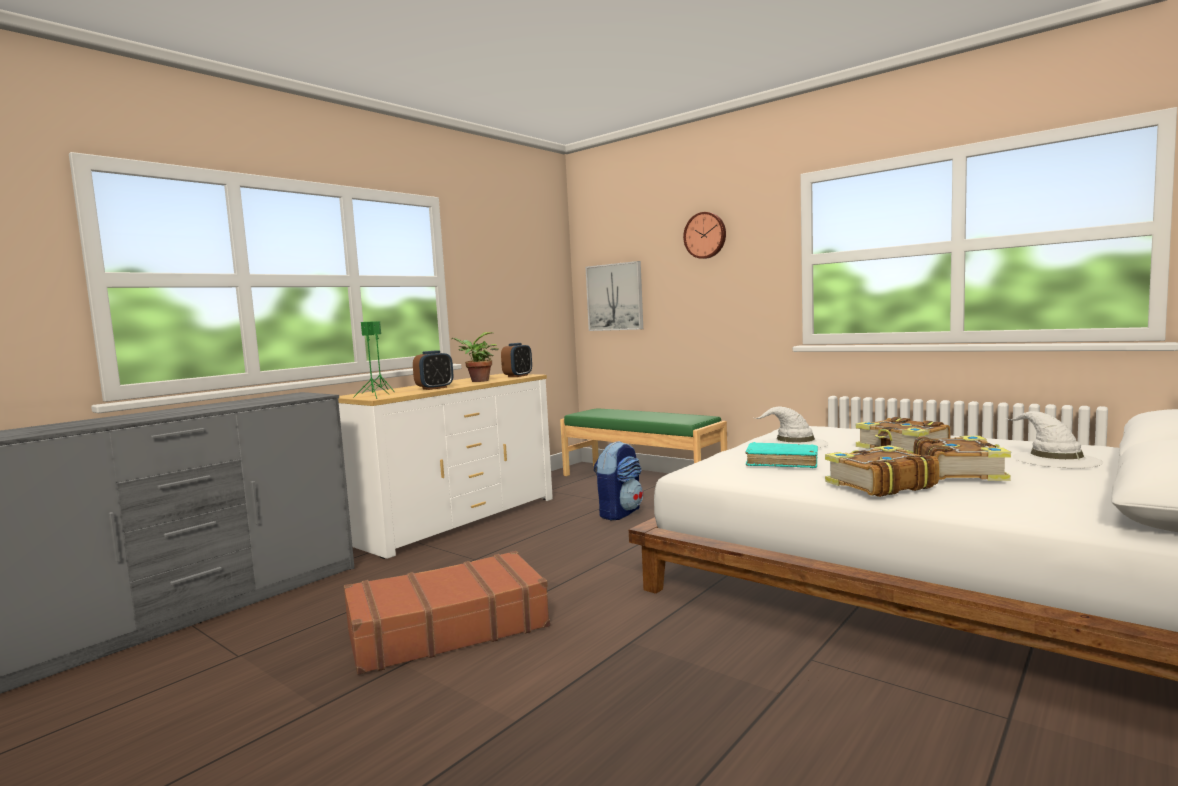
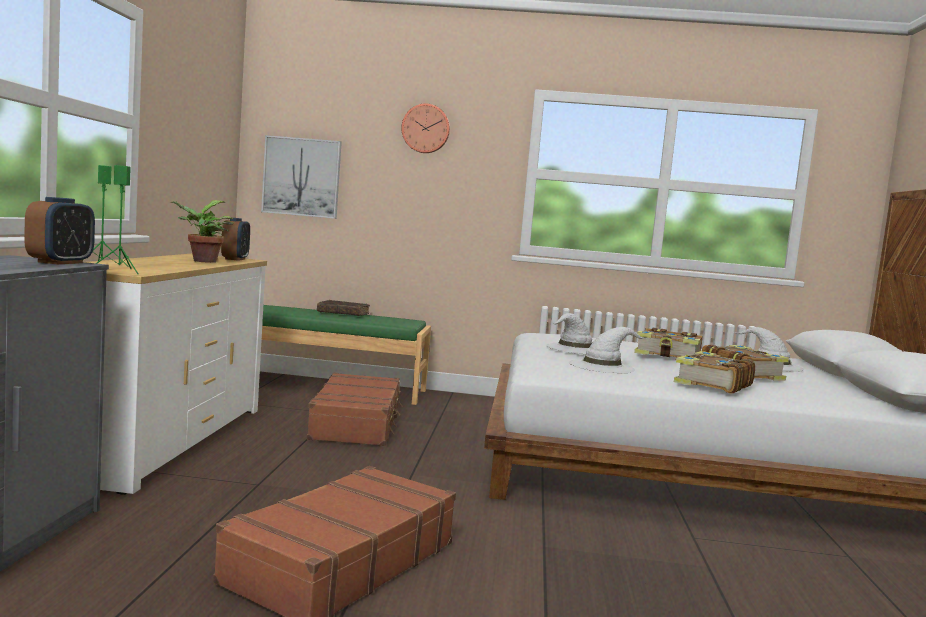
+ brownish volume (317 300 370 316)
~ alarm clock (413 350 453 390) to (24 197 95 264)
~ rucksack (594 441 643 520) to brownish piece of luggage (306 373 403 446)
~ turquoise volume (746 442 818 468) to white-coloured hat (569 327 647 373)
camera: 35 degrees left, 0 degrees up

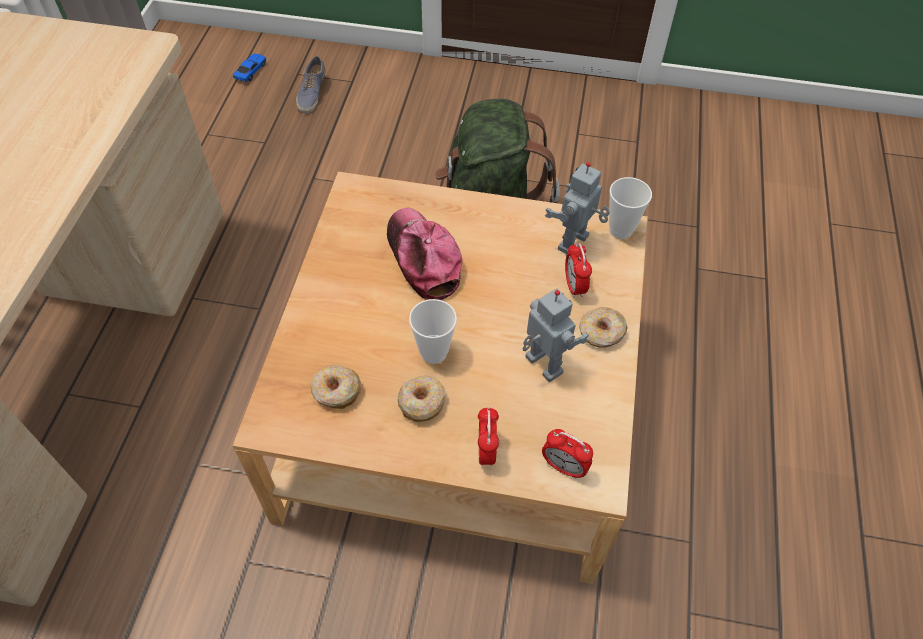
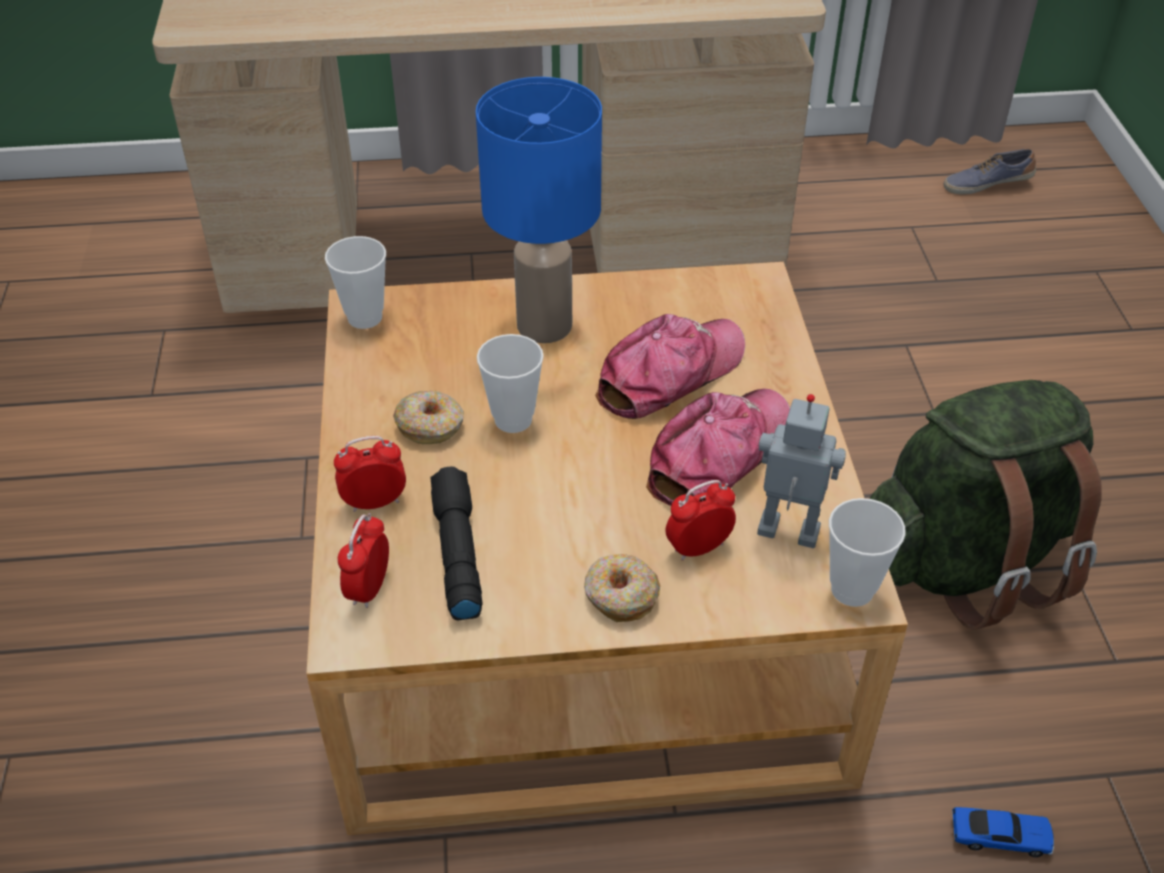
- ring doughnut (311 364 361 409)
- robot figure (523 288 589 382)
+ small cup (325 236 386 329)
+ blackish torch (431 467 482 620)
+ blue-coloured lamp for a table (476 77 602 343)
+ baseball cap (646 389 790 506)
~ model car (233 54 267 82) to (952 807 1054 857)
~ shoe (296 55 326 113) to (944 148 1036 194)
camera: 75 degrees right, 10 degrees down

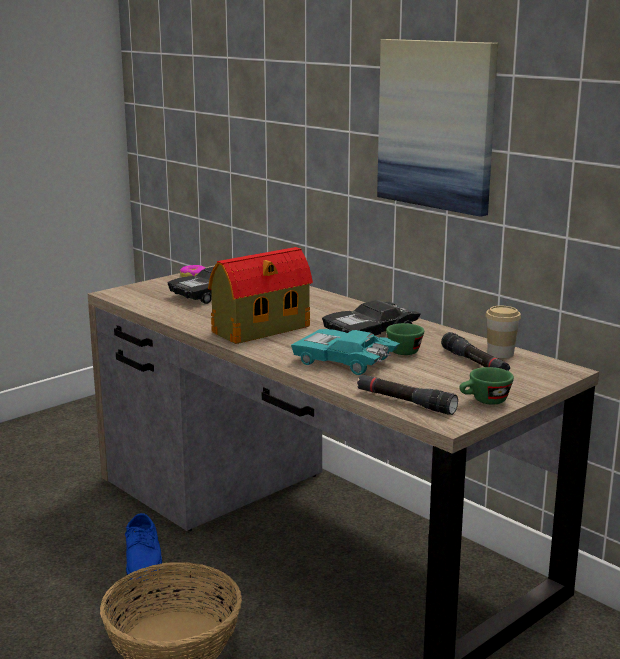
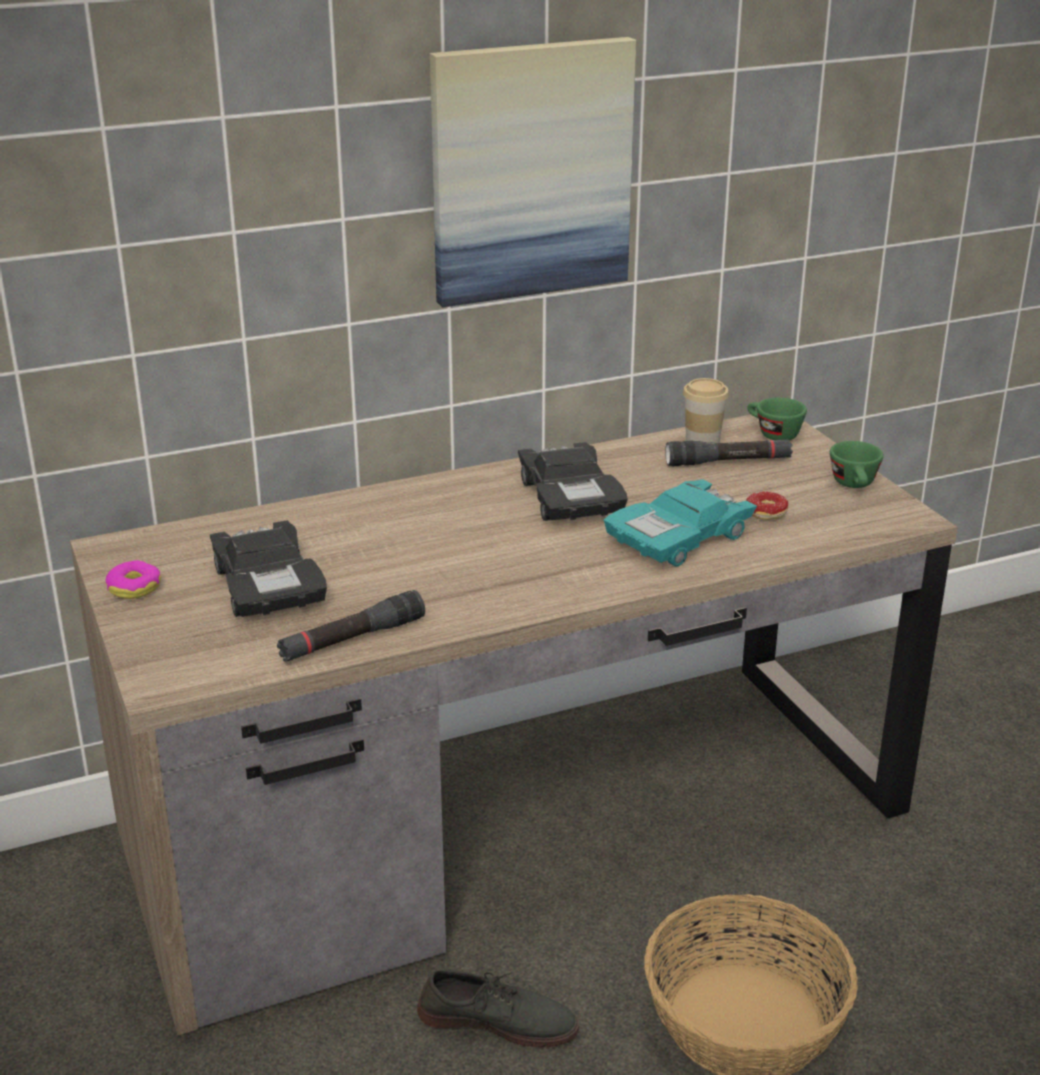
- model house (208 247 313 344)
+ ring doughnut (746 491 788 520)
~ blackish torch (357 375 458 415) to (277 590 425 662)
~ greenish small cup (386 323 424 355) to (747 398 807 440)
~ blue-coloured shoe (125 513 162 582) to grey shoe (417 970 579 1047)
camera: 70 degrees left, 10 degrees up

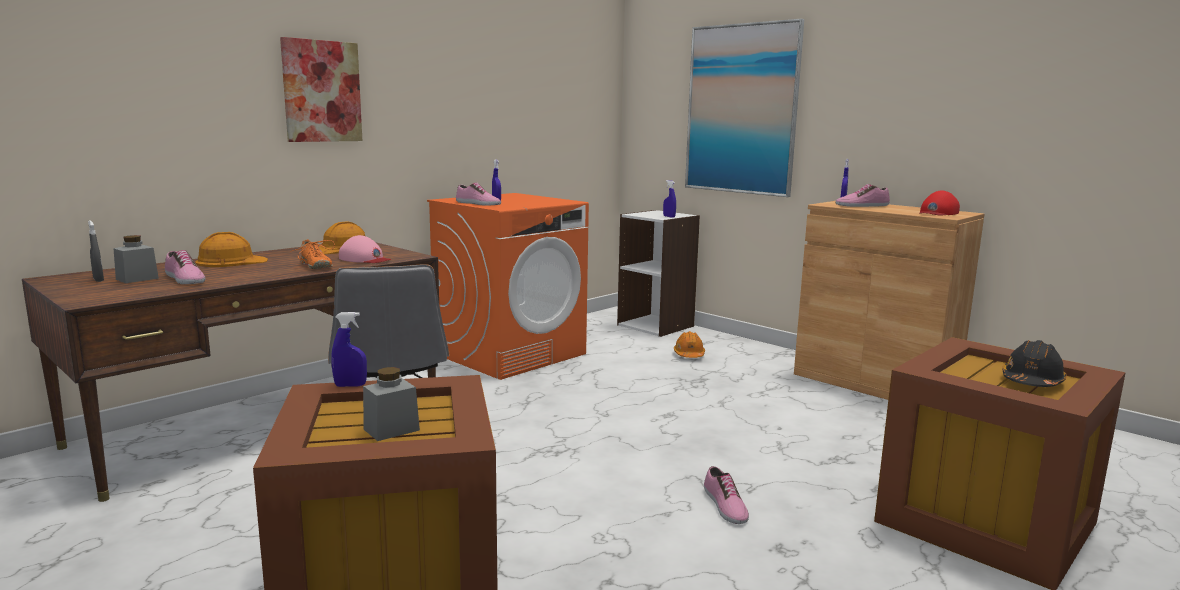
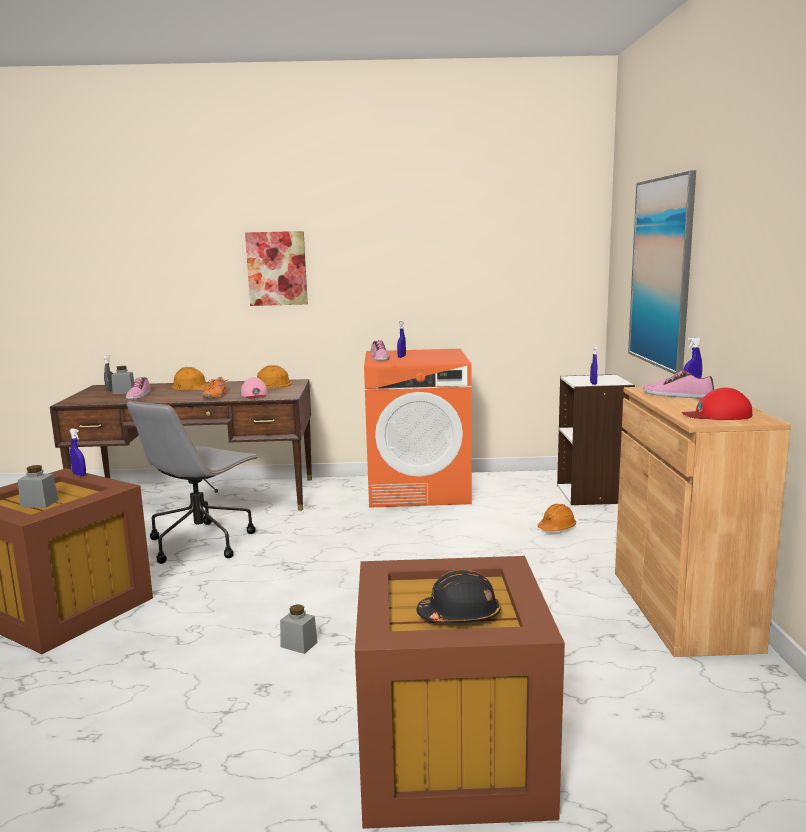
~ shoe (704 466 749 524) to grey jar (280 605 318 654)
camera: 45 degrees right, 0 degrees up

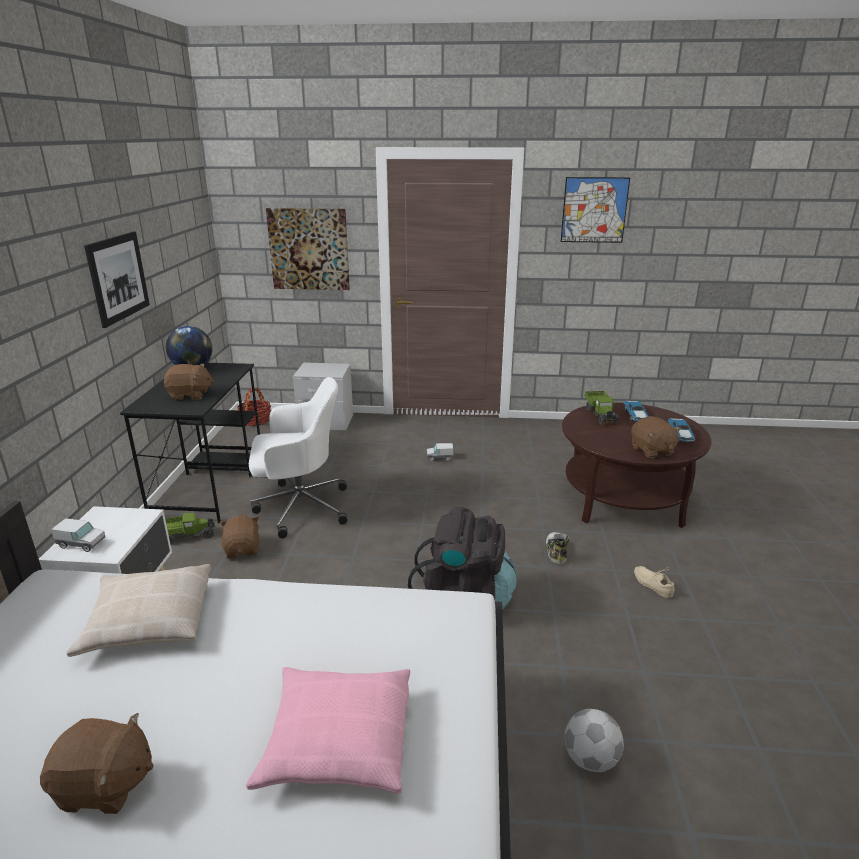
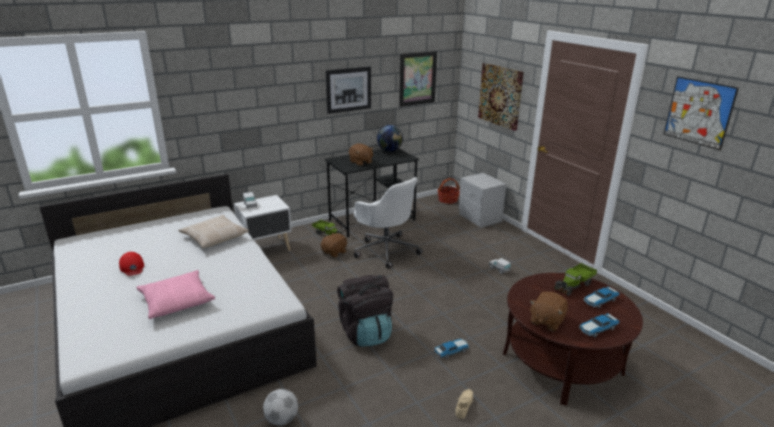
+ picture (399 51 437 107)
~ brownish soft toy (40 713 153 814) to red-coloured baseball cap (119 252 144 276)
~ shoe (546 532 569 564) to model car (433 339 469 359)
camera: 55 degrees right, 0 degrees up

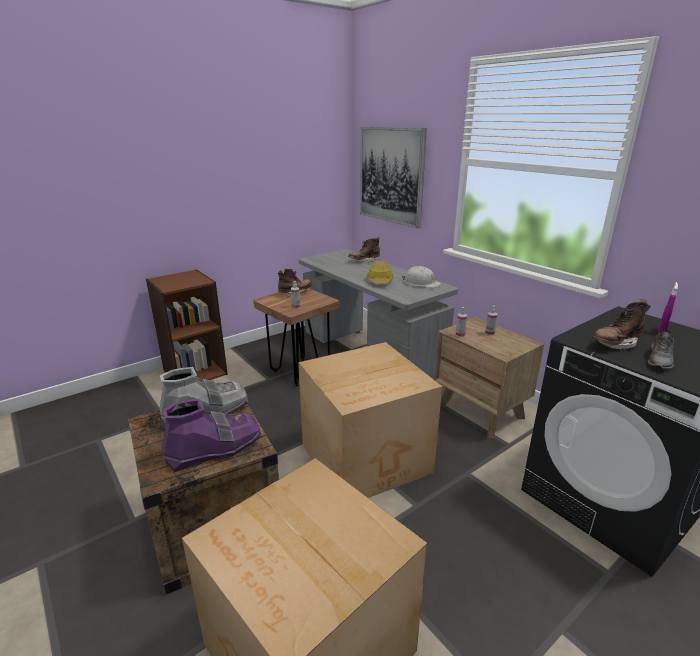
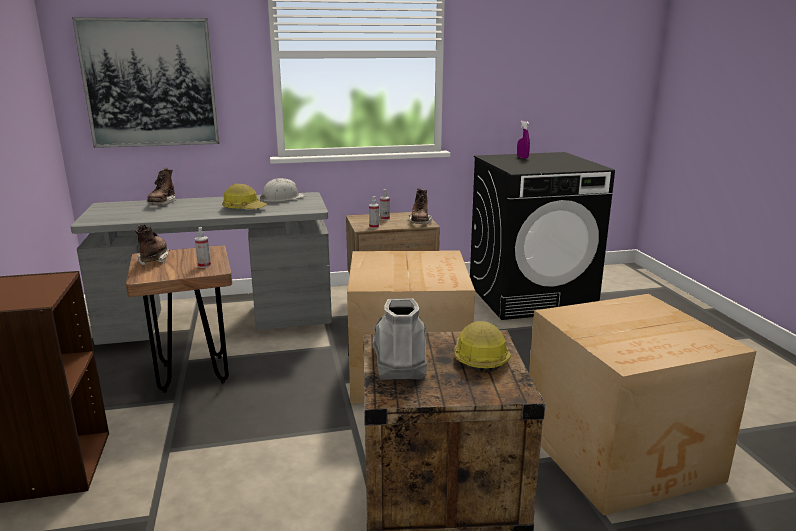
- grey shoe (647 329 674 370)
~ brownish tall boot (592 299 651 349) to (409 188 432 224)
~ purplish tall boot (162 399 262 472) to work helmet (454 321 511 373)
camera: 65 degrees left, 5 degrees down

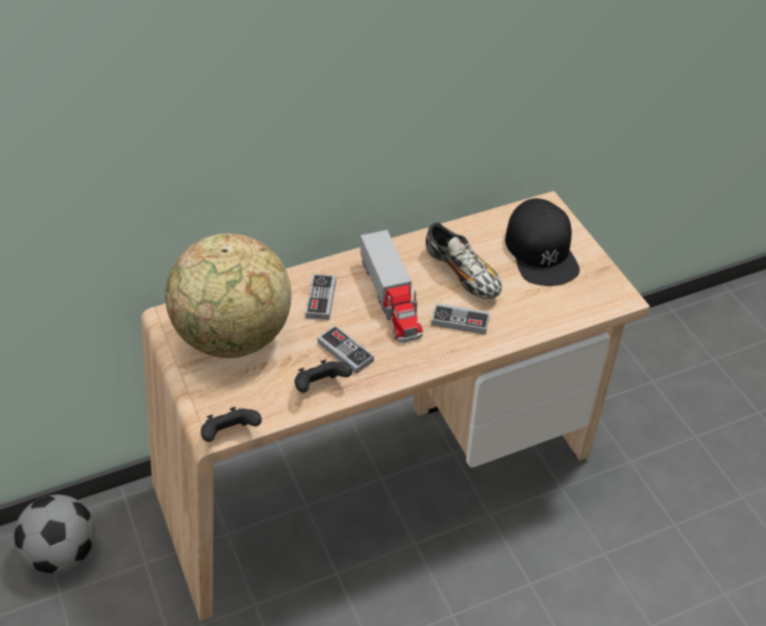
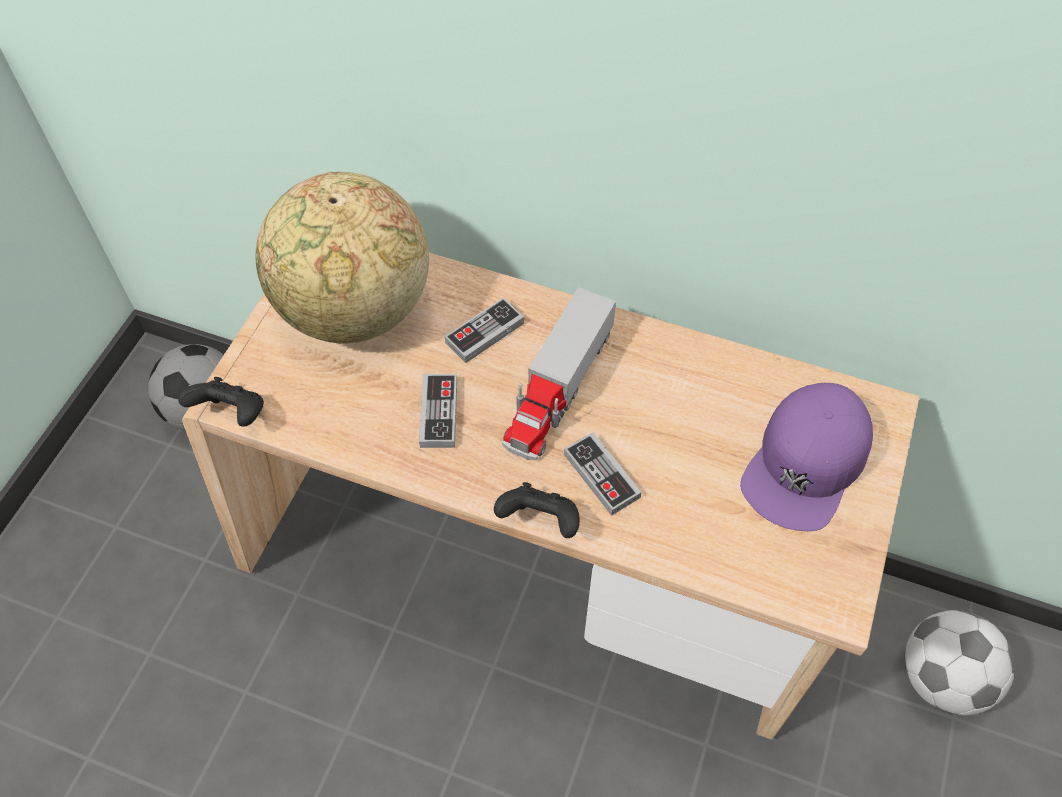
- shoe (426 222 502 299)
+ ball for football (905 610 1015 715)
~ blackish joypad (294 359 352 393) to (494 482 580 538)
~ blackish baseball cap (505 198 580 286) to purplish baseball cap (740 383 873 531)
camera: 45 degrees right, 10 degrees up

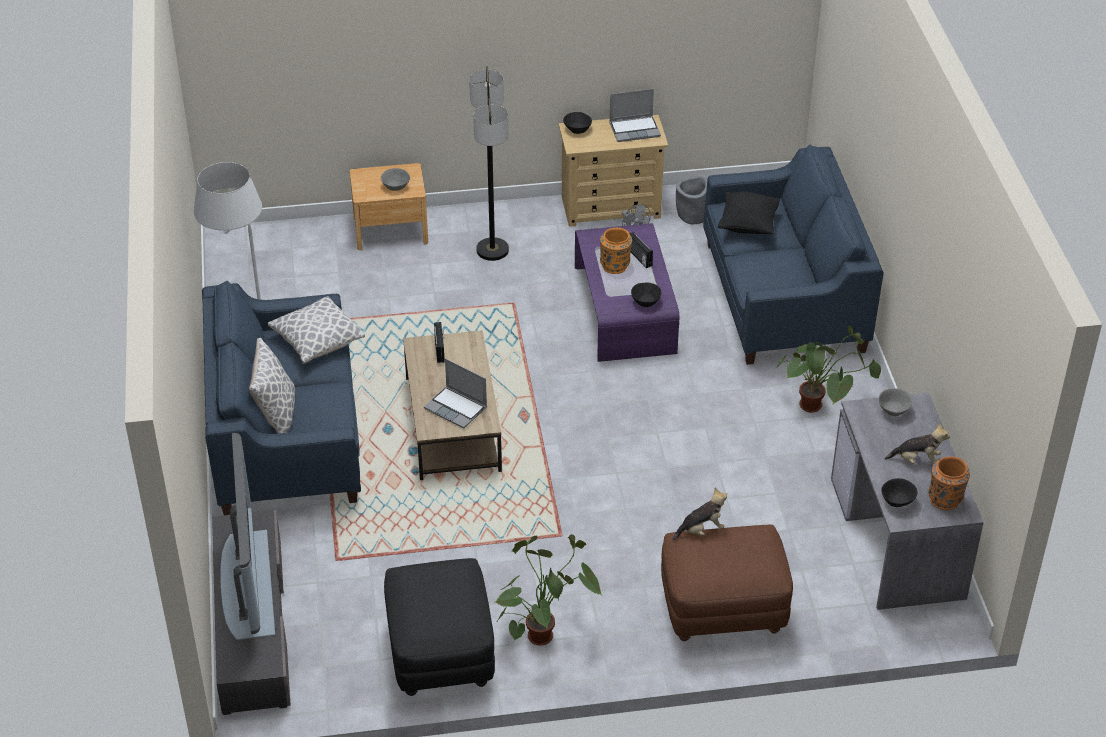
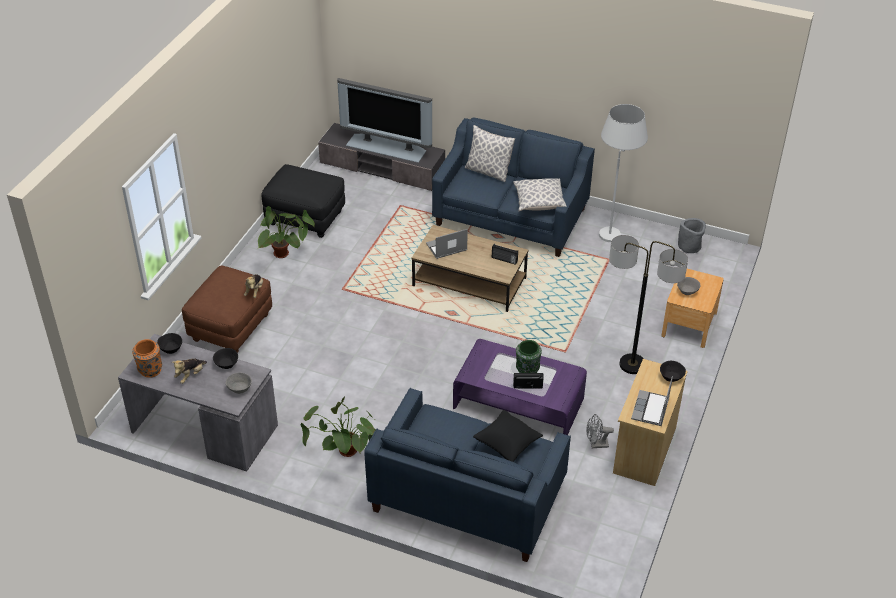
~ blackish deep dish (631 283 662 307) to (213 348 238 369)
~ grey plant pot (676 176 707 224) to (678 218 706 253)
~ orange-coloured flower vase (600 228 632 274) to greenish flower vase (516 340 542 373)
camera: 120 degrees right, 0 degrees up

